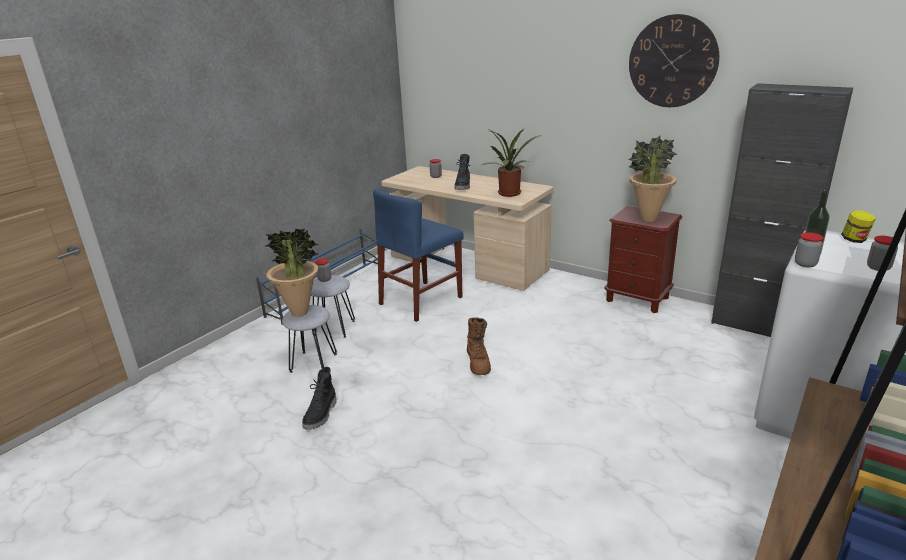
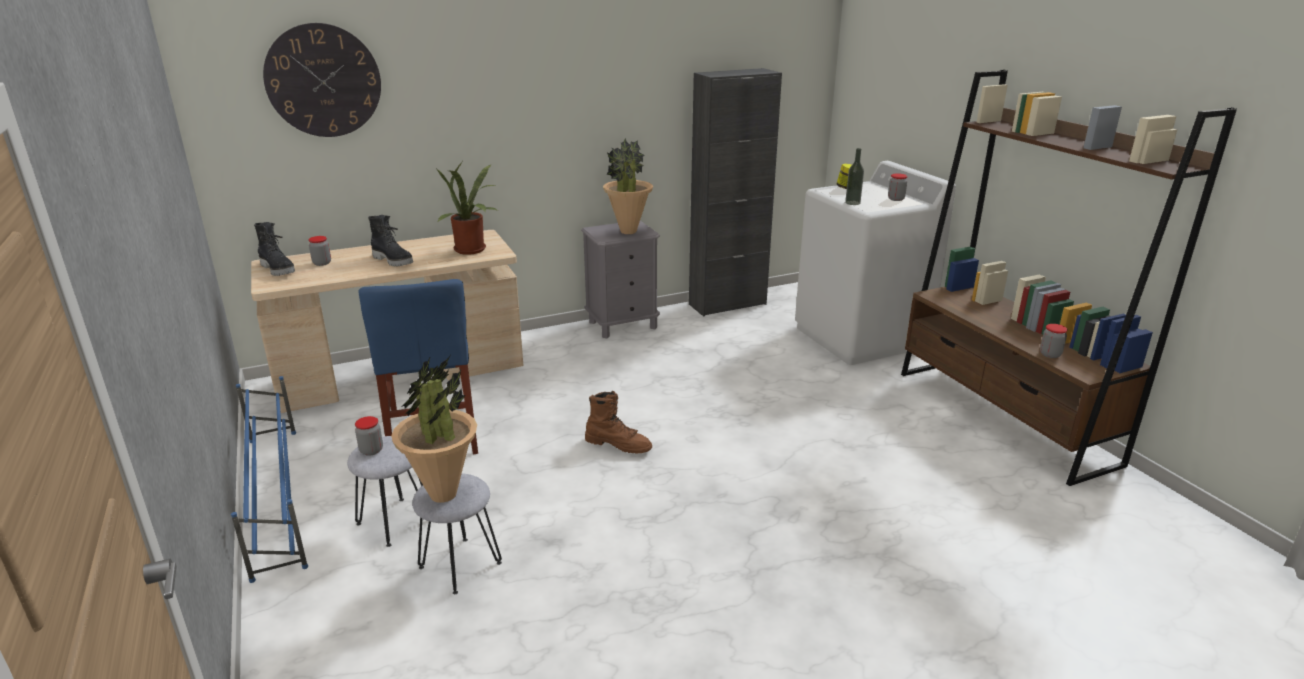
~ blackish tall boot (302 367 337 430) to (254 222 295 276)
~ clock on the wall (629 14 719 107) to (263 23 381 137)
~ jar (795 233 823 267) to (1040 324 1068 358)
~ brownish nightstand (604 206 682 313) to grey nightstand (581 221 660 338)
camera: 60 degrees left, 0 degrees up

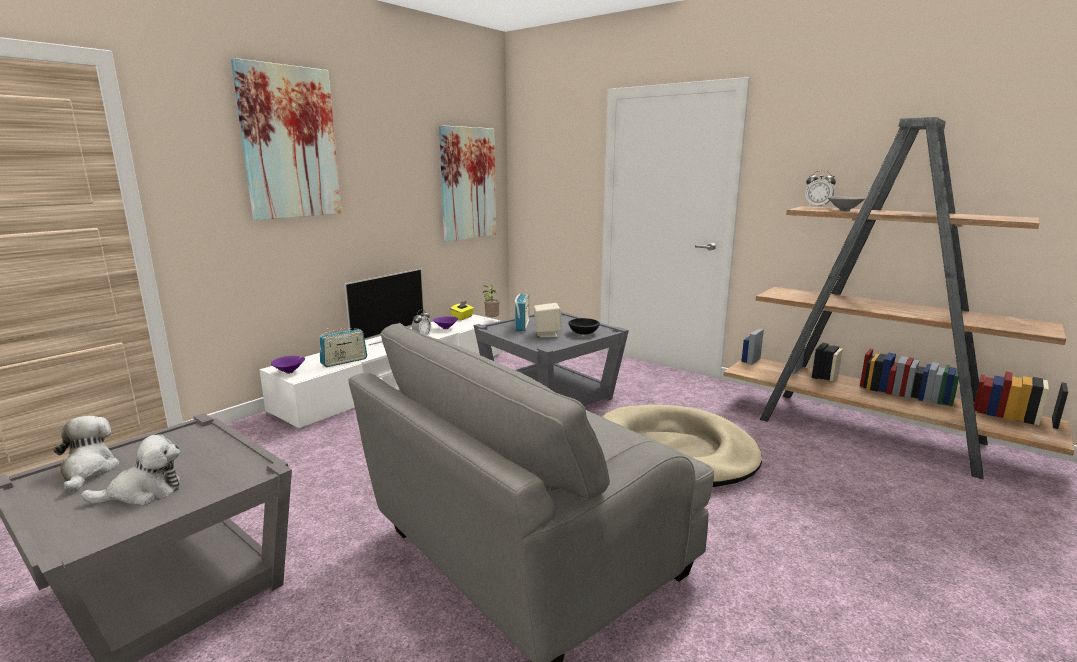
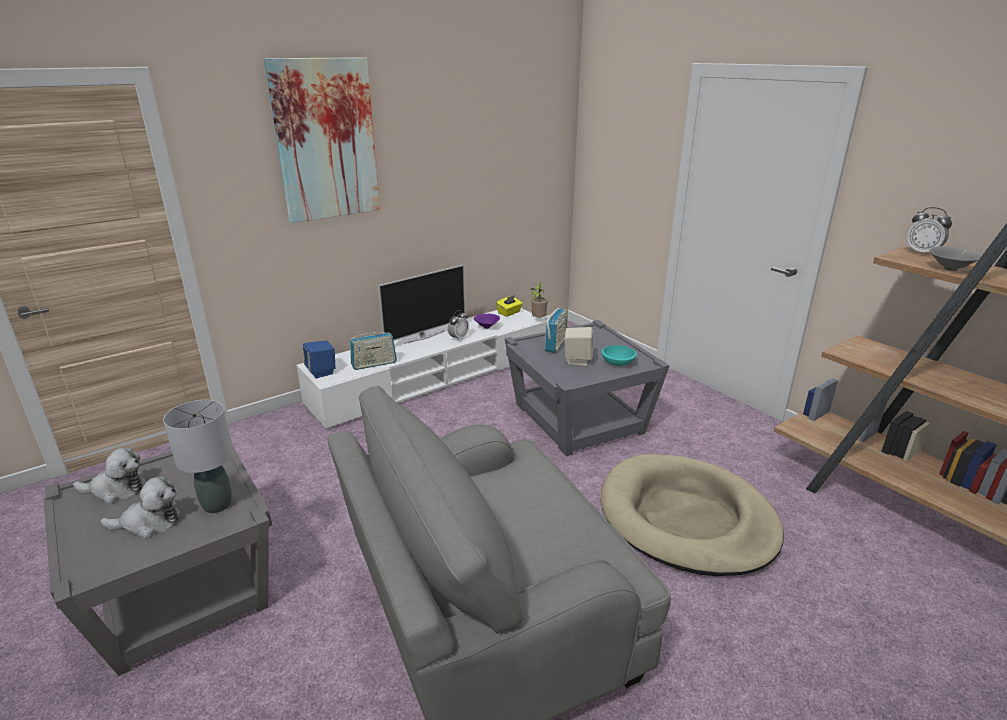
- picture (439 125 496 242)
+ grey lamp for a table (163 400 234 513)
~ purplish deep dish (271 356 305 374) to blue-coloured speaker (303 341 335 379)
~ blackish deep dish (568 318 600 335) to turquoise deep dish (602 345 637 366)
~ soft toy (54 416 120 492) = (73 447 147 504) 90 degrees clockwise
camera: 15 degrees right, 10 degrees up

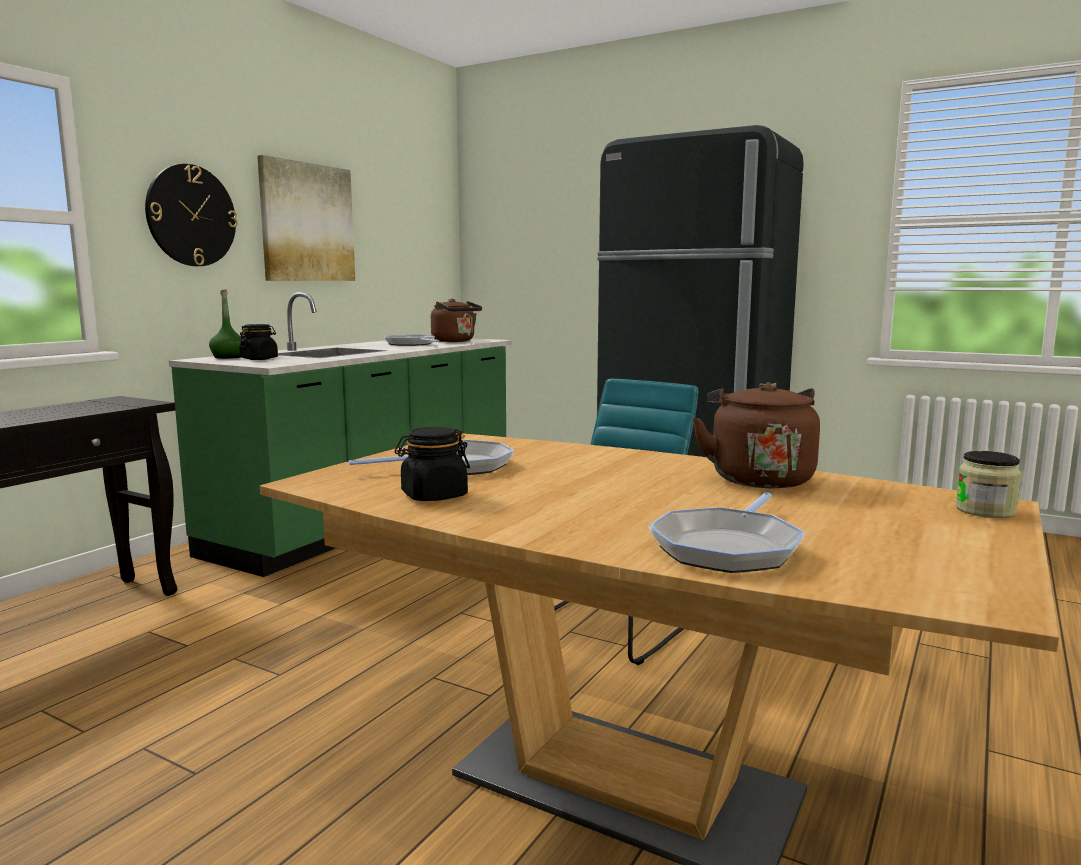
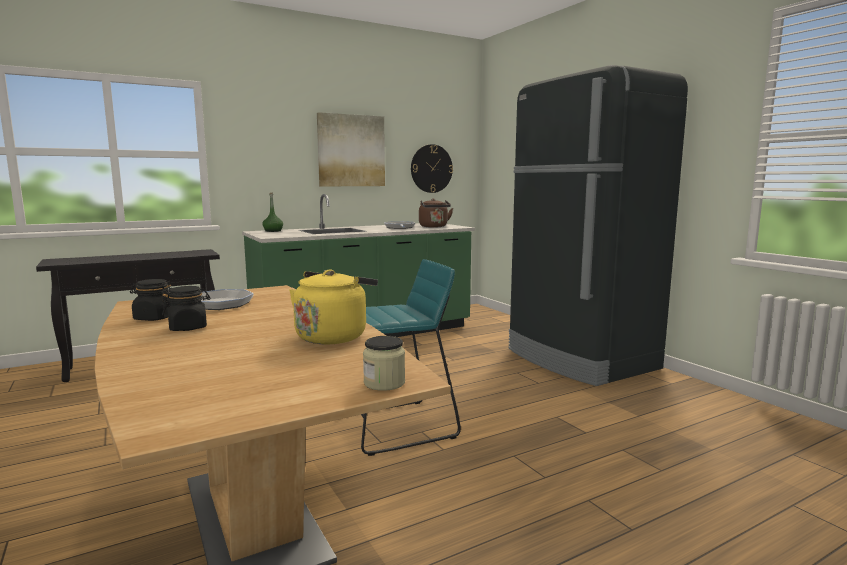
- skillet (649 492 805 573)
~ clock on the wall (145 164 238 266) to (411 144 453 193)
~ blackish jar (239 324 278 360) to (162 286 210 331)
~ brownish water kettle (692 382 820 488) to yellowish water kettle (289 270 378 344)
camera: 30 degrees right, 0 degrees up

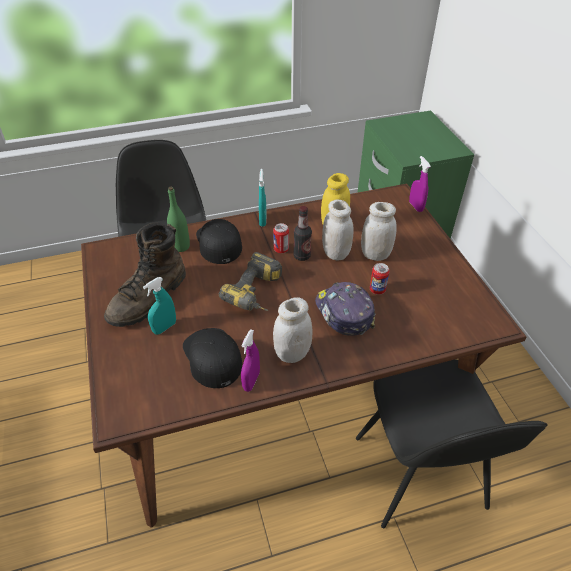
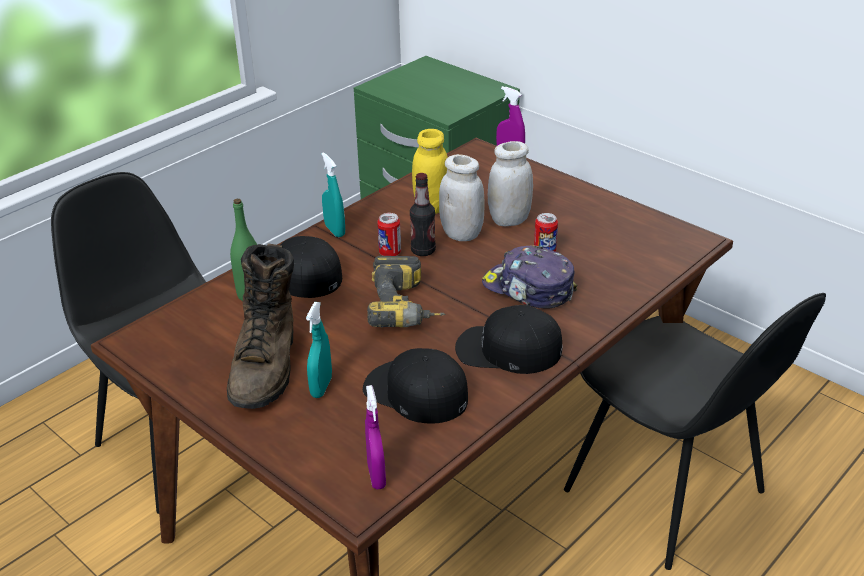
~ purplish hand sprayer (241 329 260 392) to (365 385 386 489)
~ white-coloured jar (273 297 312 363) to blackish baseball cap (455 305 563 374)
camera: 30 degrees left, 10 degrees down

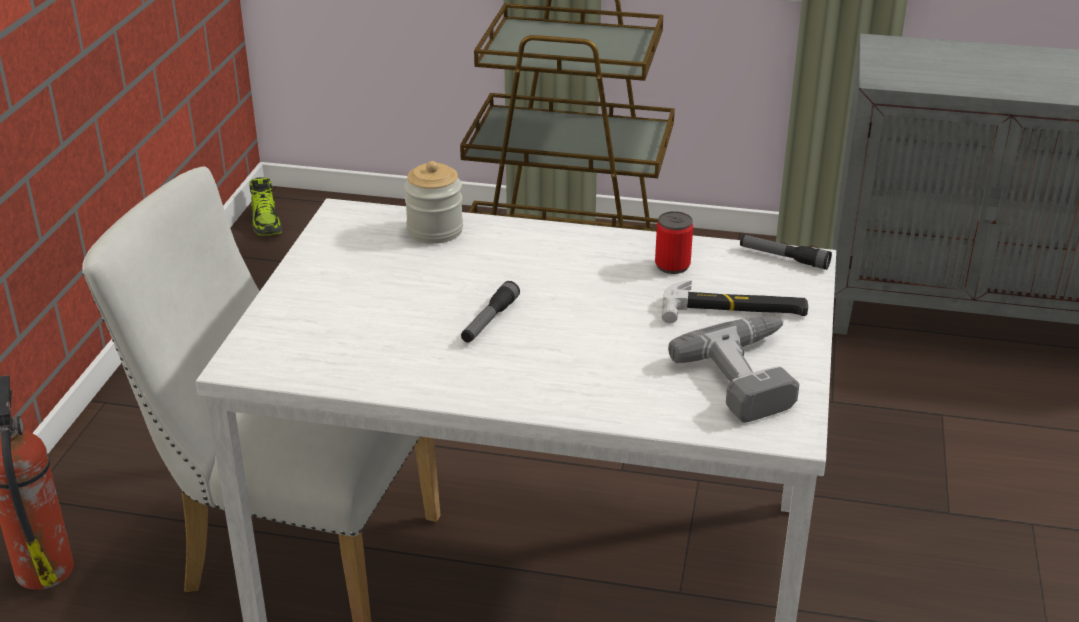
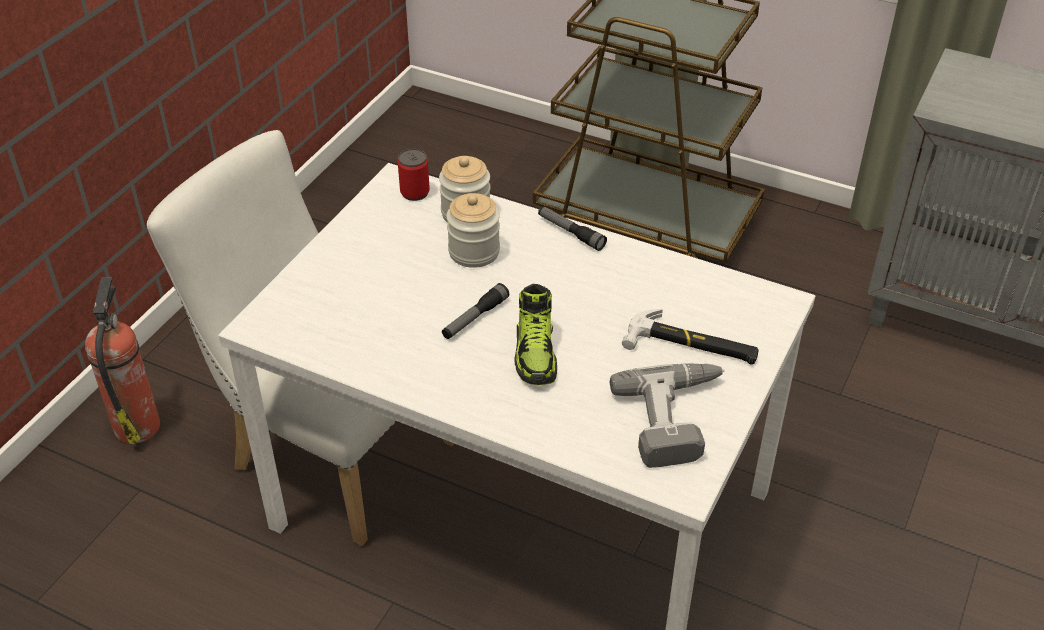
+ jar (446 193 500 268)
~ shoe (250 177 282 236) to (514 284 557 385)
~ can (655 211 693 274) to (398 149 430 201)
~ torch (740 235 832 270) to (538 206 607 251)
camera: 15 degrees right, 10 degrees up

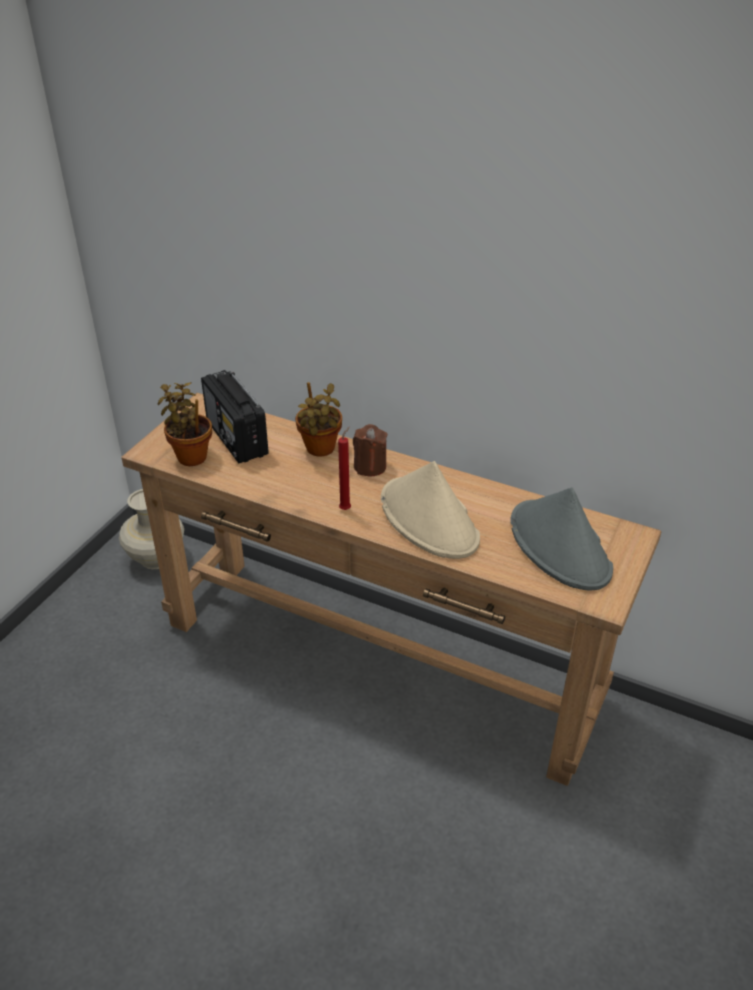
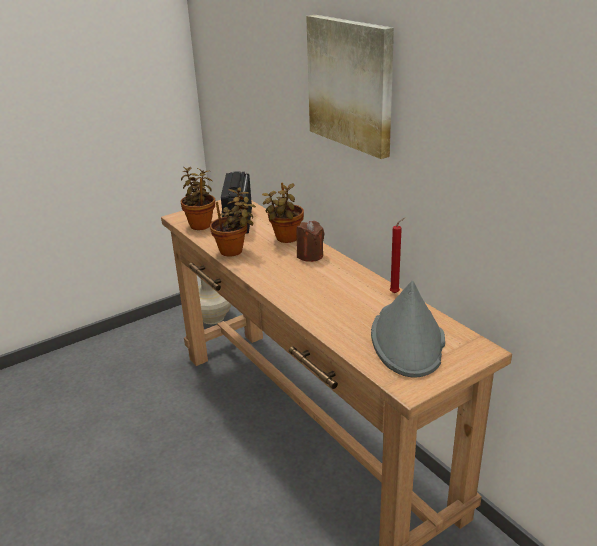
- beige hat (381 461 480 559)
+ houseplant (210 187 256 257)
+ picture (306 15 394 159)
~ red-coloured wax candle (338 427 351 510) to (390 218 405 293)
camera: 30 degrees right, 10 degrees down

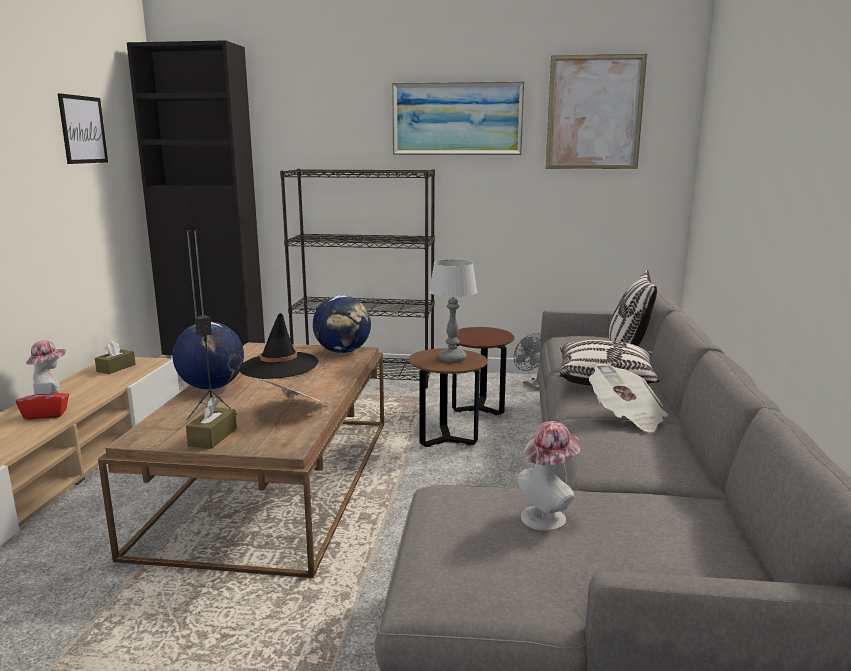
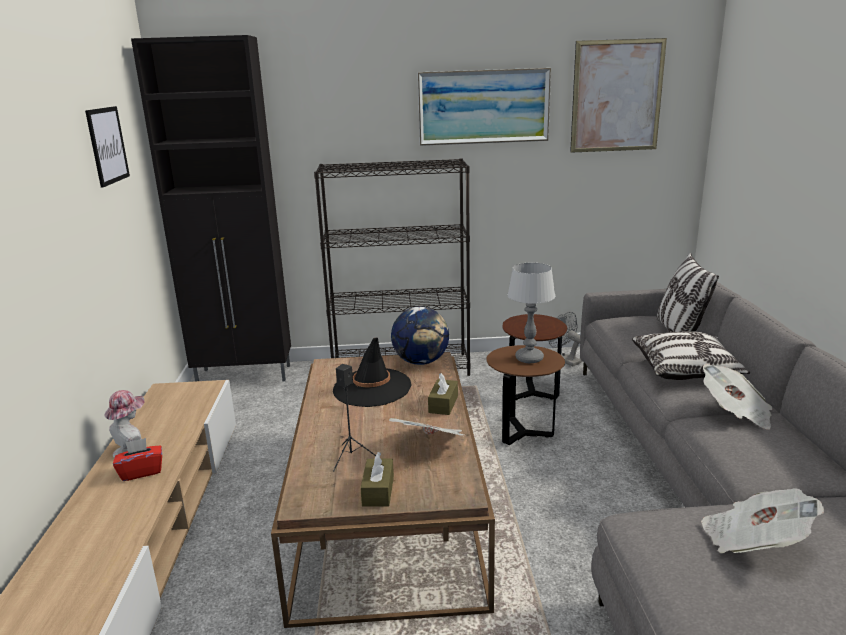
- globe (173 322 244 389)
~ brownish tissue box (95 341 136 374) to (428 373 458 415)
~ hat (518 421 580 531) to daily paper (701 488 824 553)
camera: 10 degrees left, 5 degrees up

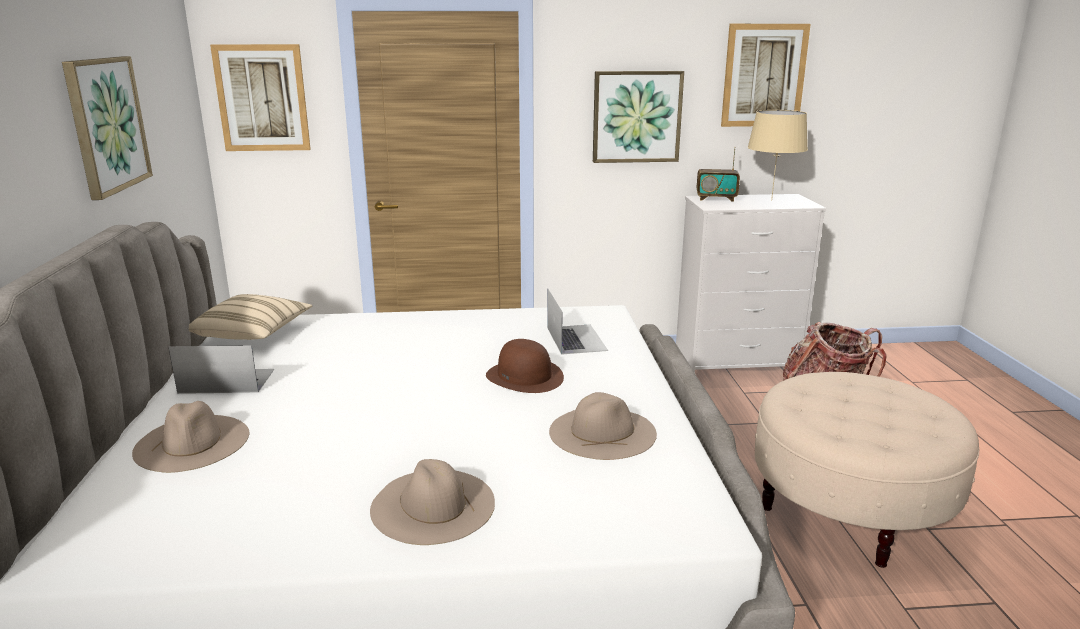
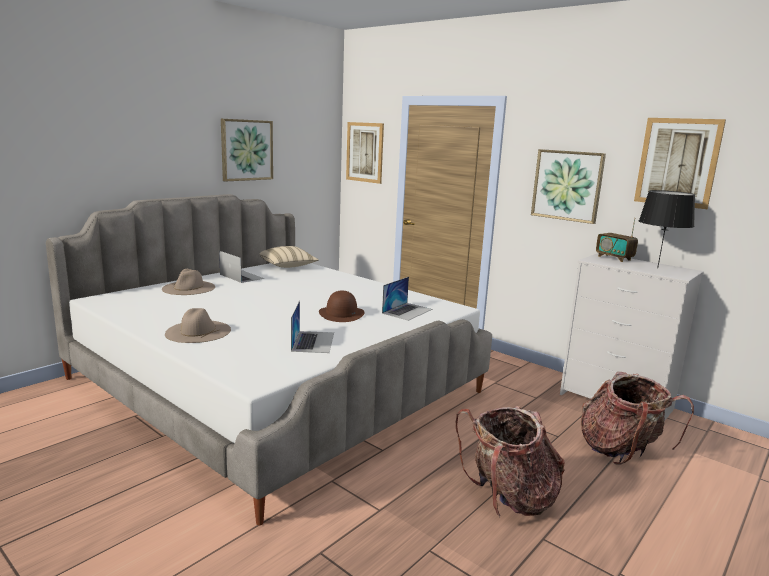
~ beige hat (549 392 657 460) to notebook computer (291 300 334 353)
~ beige pouffe (755 372 979 568) to rucksack (456 406 565 517)
~ beige lamp for a table (748 110 808 201) to blackish lamp for a table (639 190 695 268)
camera: 45 degrees right, 5 degrees down

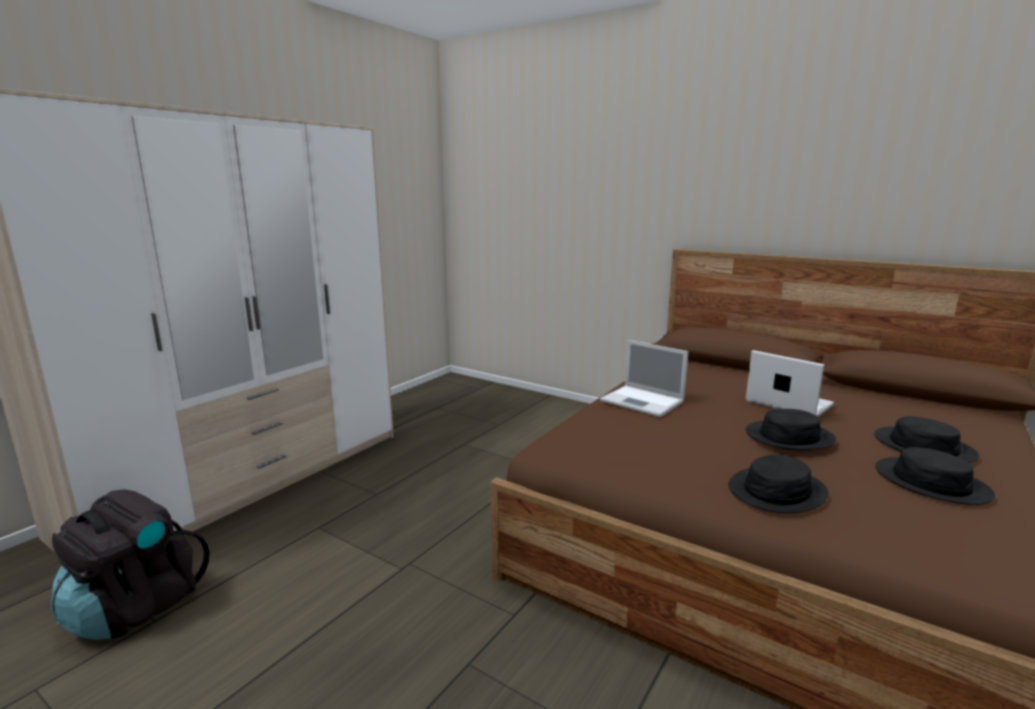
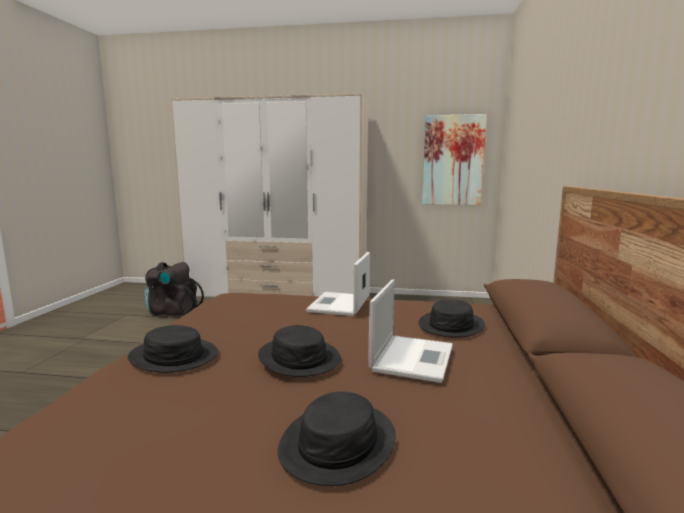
+ picture (422 114 487 205)
~ blackish hat (875 447 995 505) to (418 300 485 338)
camera: 65 degrees right, 5 degrees down

